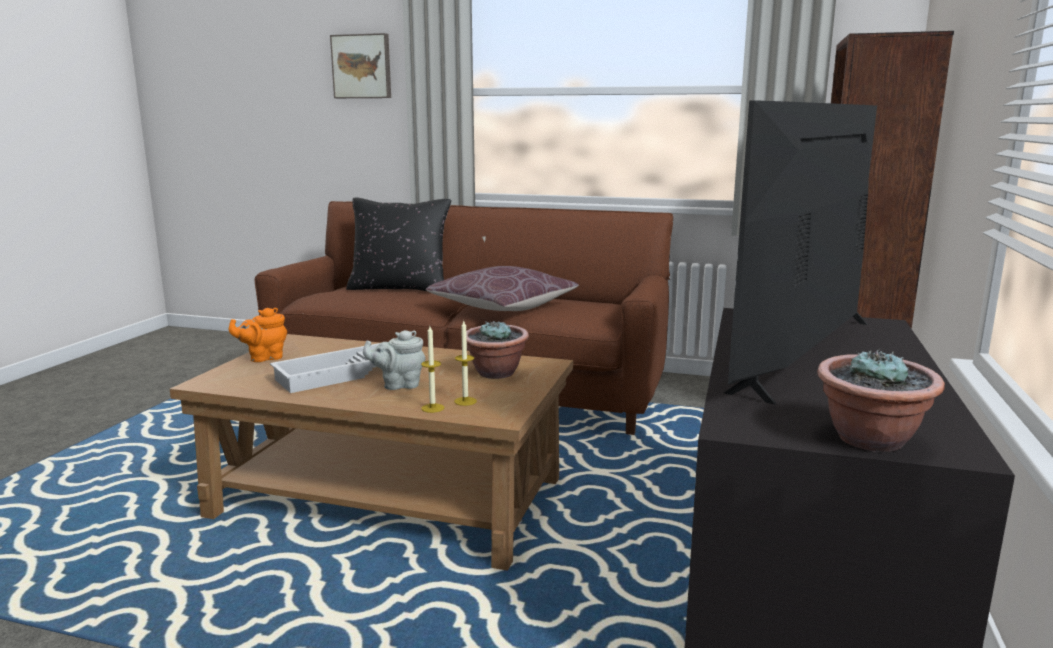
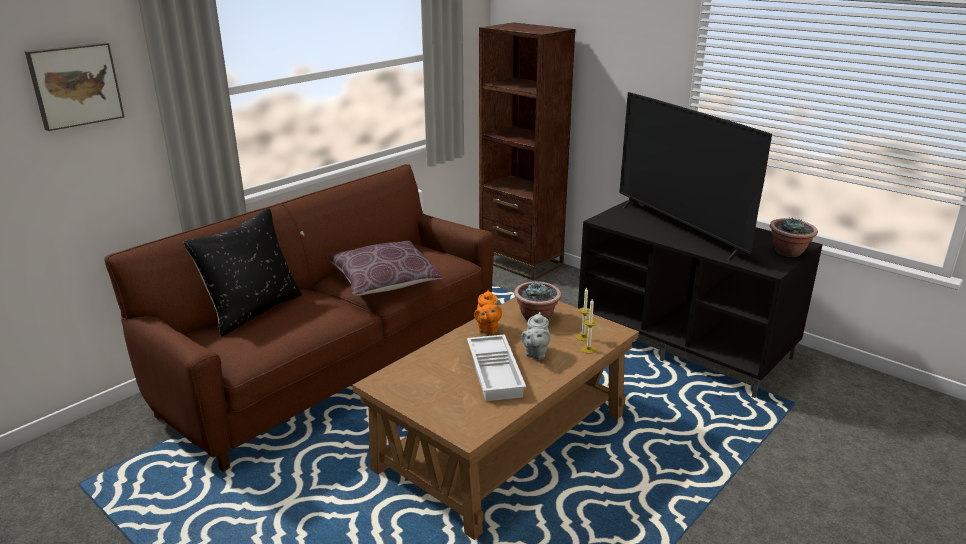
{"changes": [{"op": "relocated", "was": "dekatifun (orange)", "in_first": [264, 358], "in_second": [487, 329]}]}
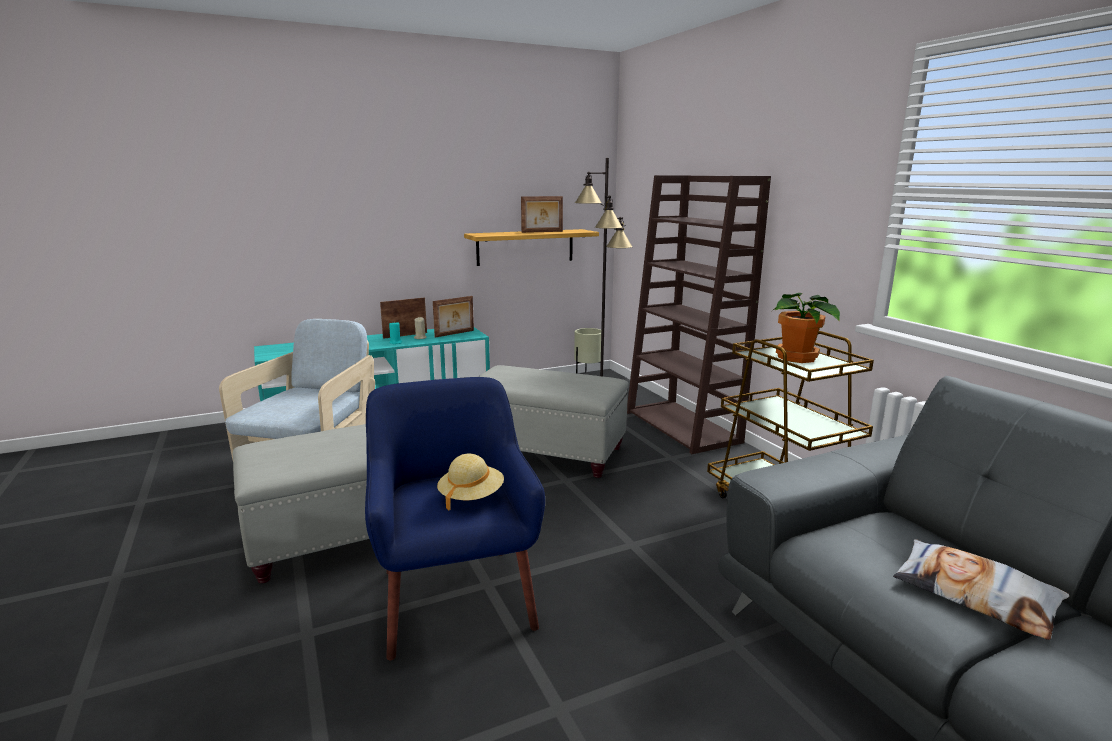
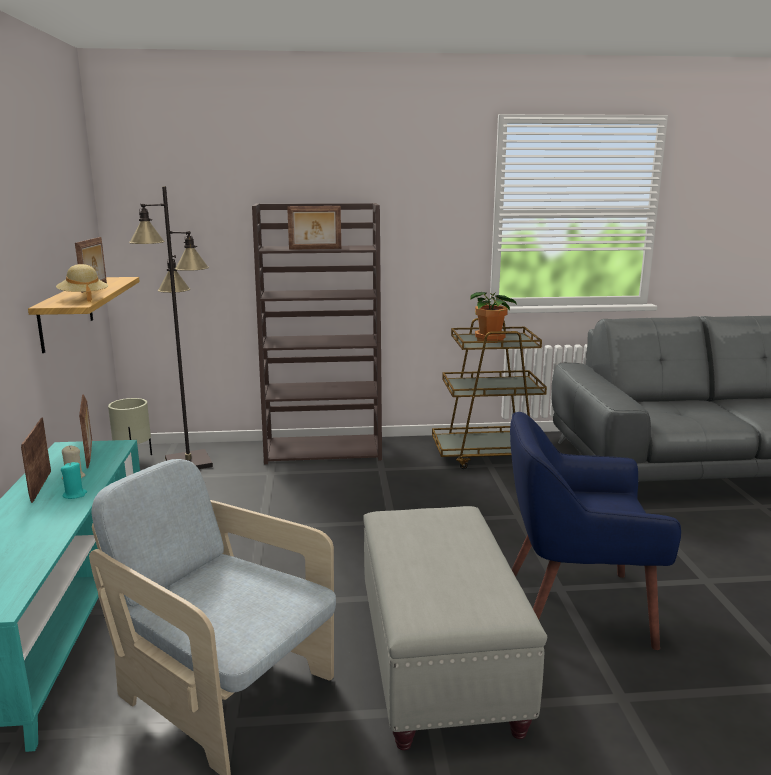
{"changes": [{"op": "relocated", "was": "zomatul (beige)", "in_first": [471, 496], "in_second": [83, 298]}, {"op": "appeared", "now": "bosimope", "in_second": [315, 249]}, {"op": "missing", "was": "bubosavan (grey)", "in_first": [546, 451]}, {"op": "missing", "was": "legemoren", "in_first": [975, 595]}]}
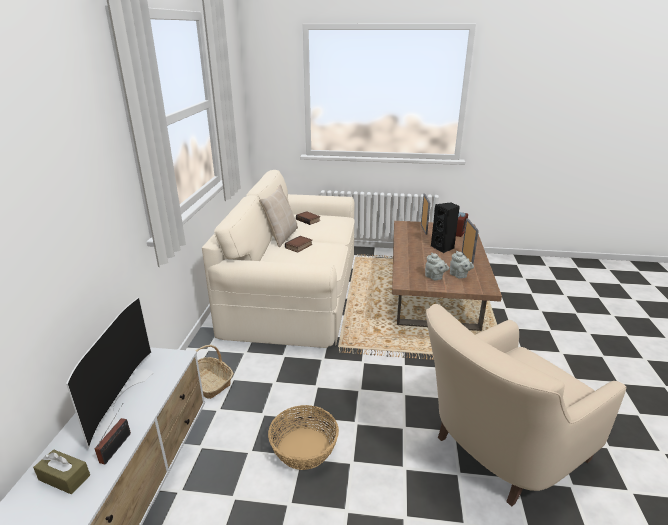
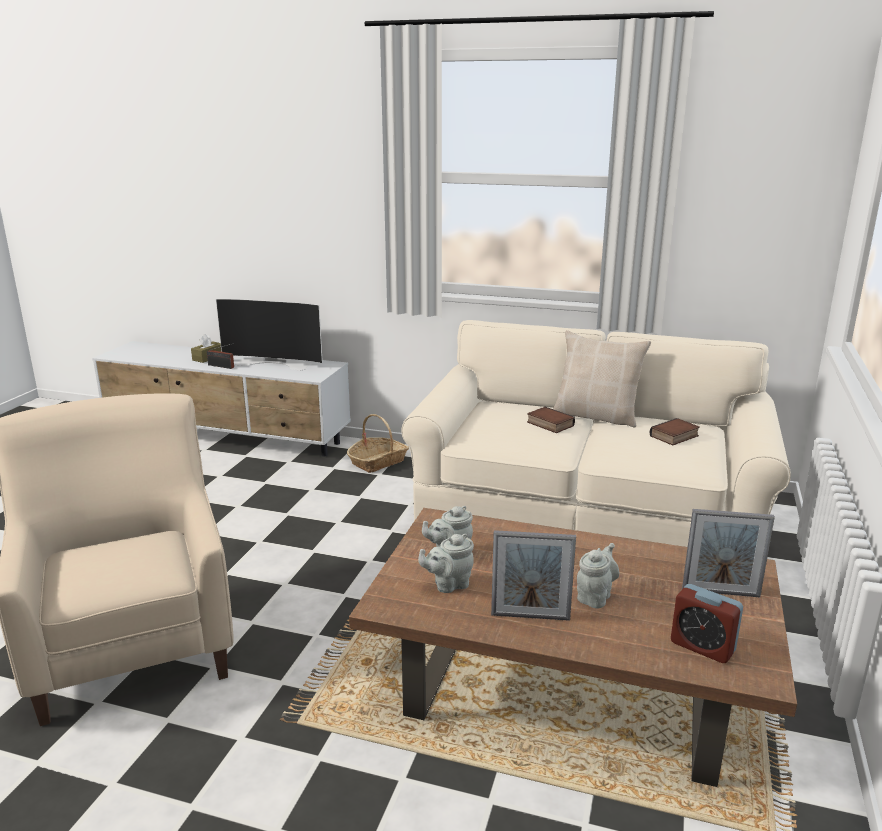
{"changes": [{"op": "exchanged", "was": "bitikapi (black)", "now": "dekatifun (grey)", "in_first": [443, 248], "in_second": [595, 596]}, {"op": "missing", "was": "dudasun", "in_first": [303, 448]}]}
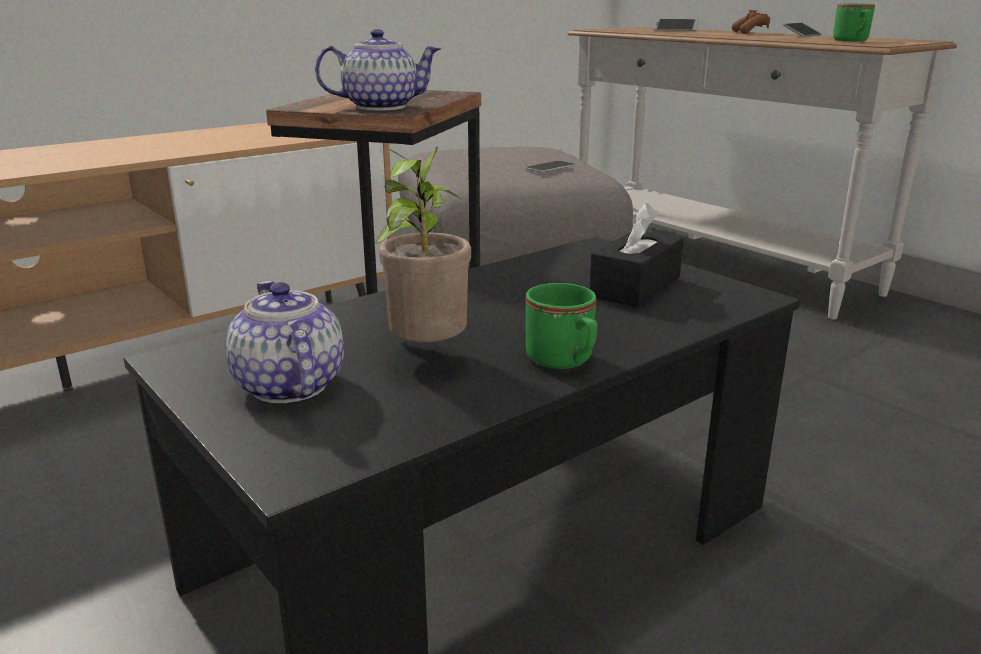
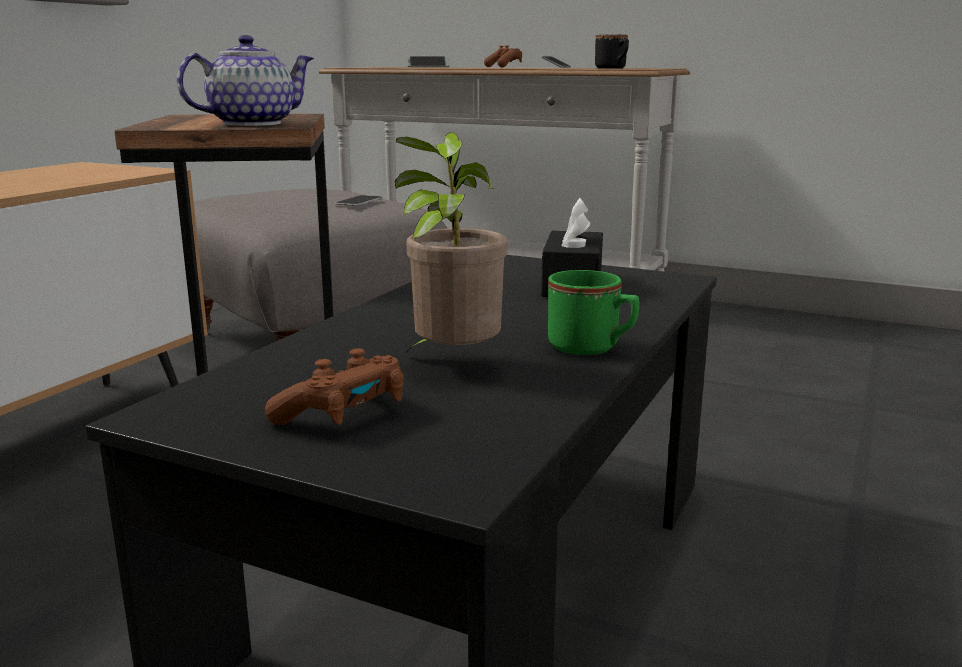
{"changes": [{"op": "exchanged", "was": "dekatifun", "now": "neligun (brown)", "in_first": [288, 387], "in_second": [343, 415]}, {"op": "colour", "was": "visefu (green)", "now": "visefu (black)", "in_first": [852, 41], "in_second": [613, 68]}]}
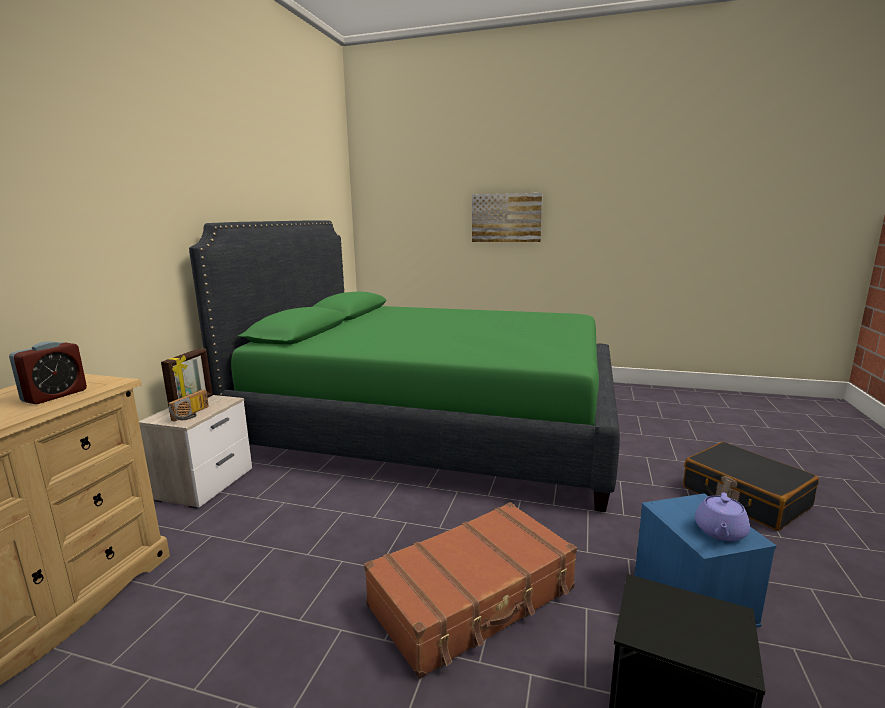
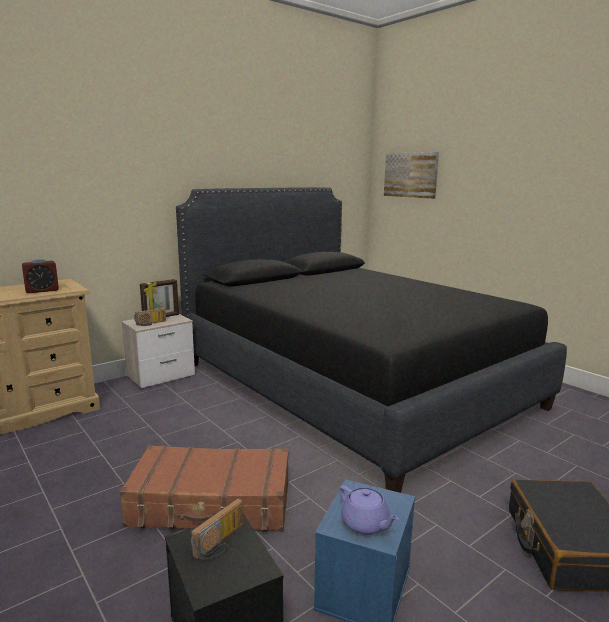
{"changes": [{"op": "colour", "was": "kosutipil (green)", "now": "kosutipil (black)", "in_first": [434, 426], "in_second": [352, 384]}, {"op": "appeared", "now": "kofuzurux", "in_second": [221, 543]}, {"op": "spun", "was": "dekatifun (purple)", "in_first": [720, 532], "in_second": [365, 524], "clockwise": -105}, {"op": "relocated", "was": "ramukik", "in_first": [506, 218], "in_second": [411, 175]}]}
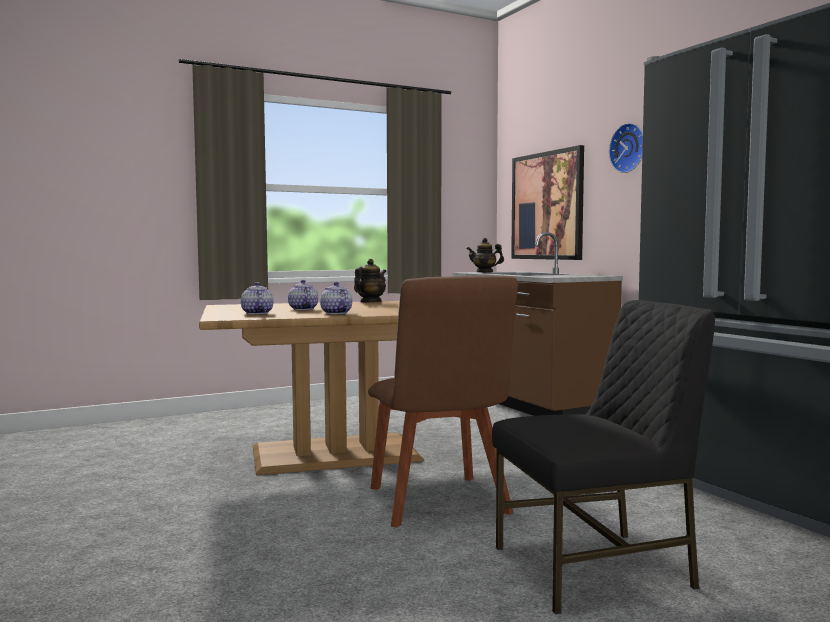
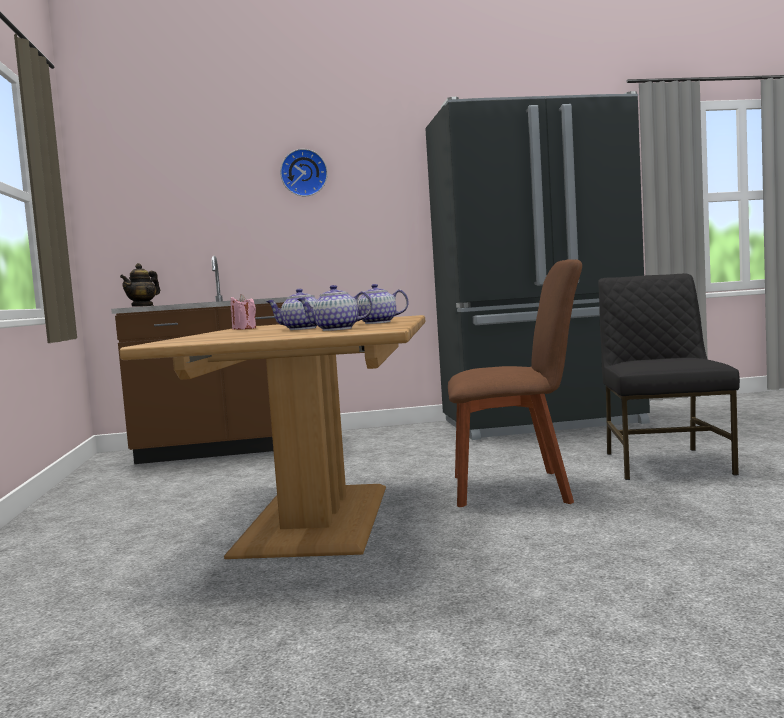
{"changes": [{"op": "exchanged", "was": "dekatifun", "now": "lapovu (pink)", "in_first": [370, 302], "in_second": [244, 329]}, {"op": "missing", "was": "ramukik", "in_first": [547, 206]}]}
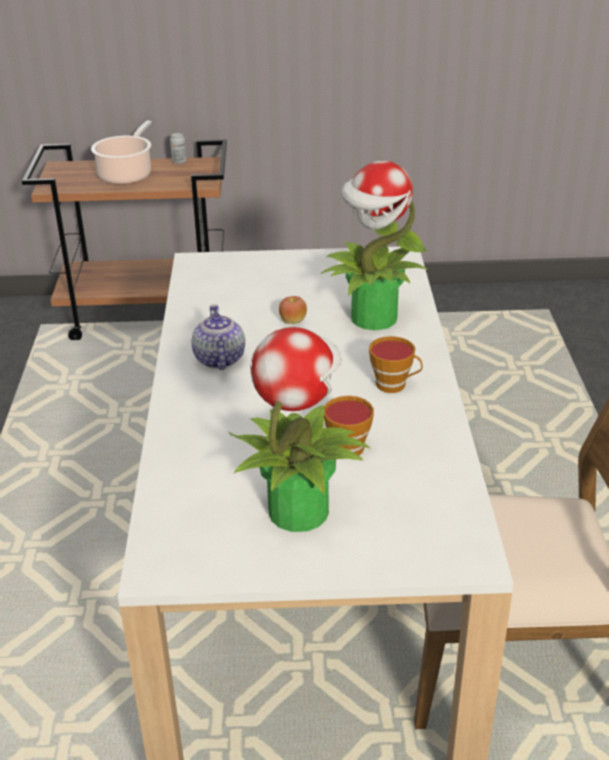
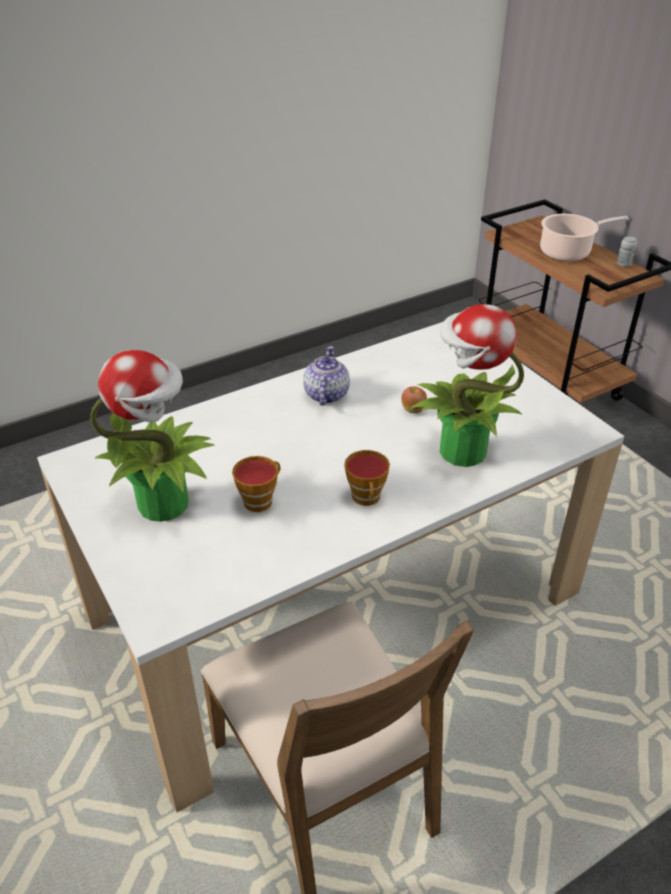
{"changes": [{"op": "spun", "was": "dekatifun", "in_first": [219, 359], "in_second": [325, 395], "clockwise": -45}]}
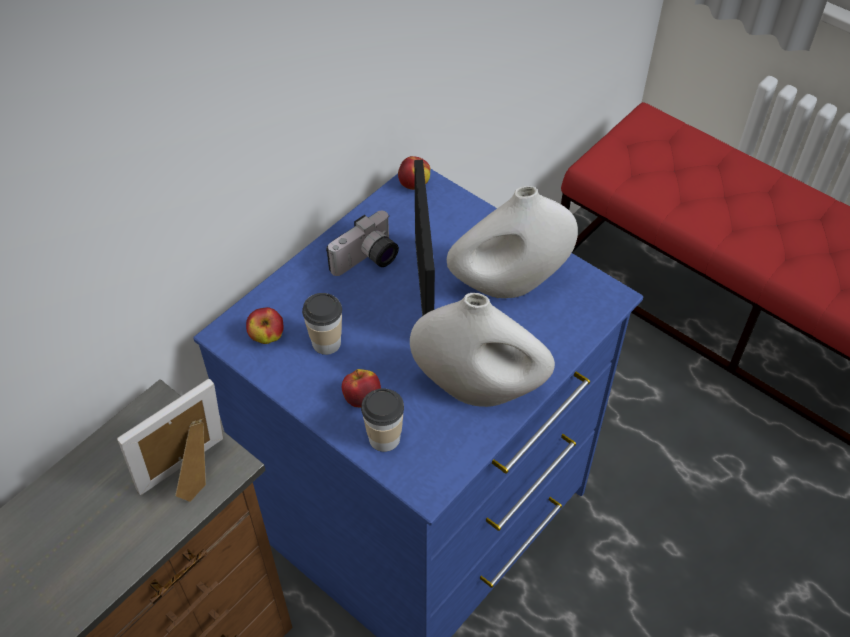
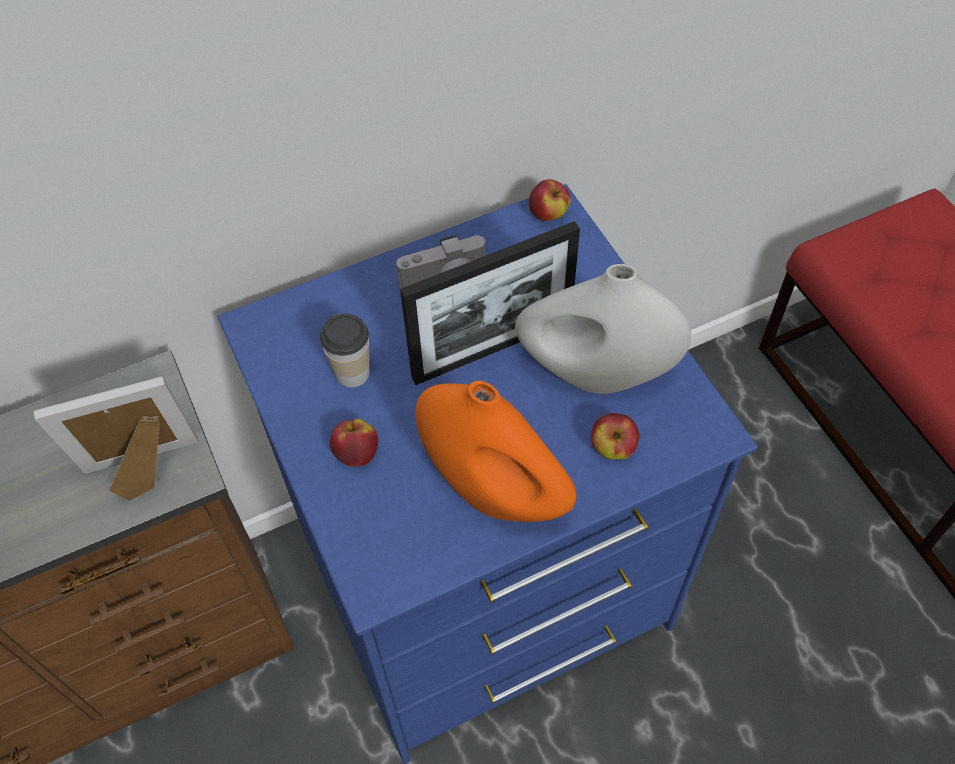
{"changes": [{"op": "spun", "was": "bosimope", "in_first": [424, 291], "in_second": [492, 348], "clockwise": 45}, {"op": "colour", "was": "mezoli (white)", "now": "mezoli (orange)", "in_first": [479, 388], "in_second": [494, 491]}, {"op": "relocated", "was": "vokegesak", "in_first": [267, 337], "in_second": [612, 448]}, {"op": "missing", "was": "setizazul", "in_first": [384, 438]}]}
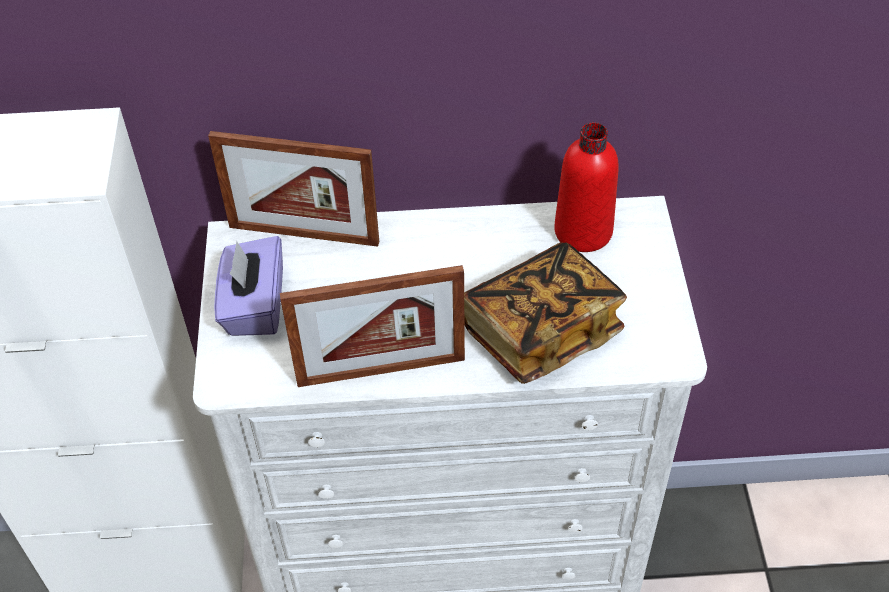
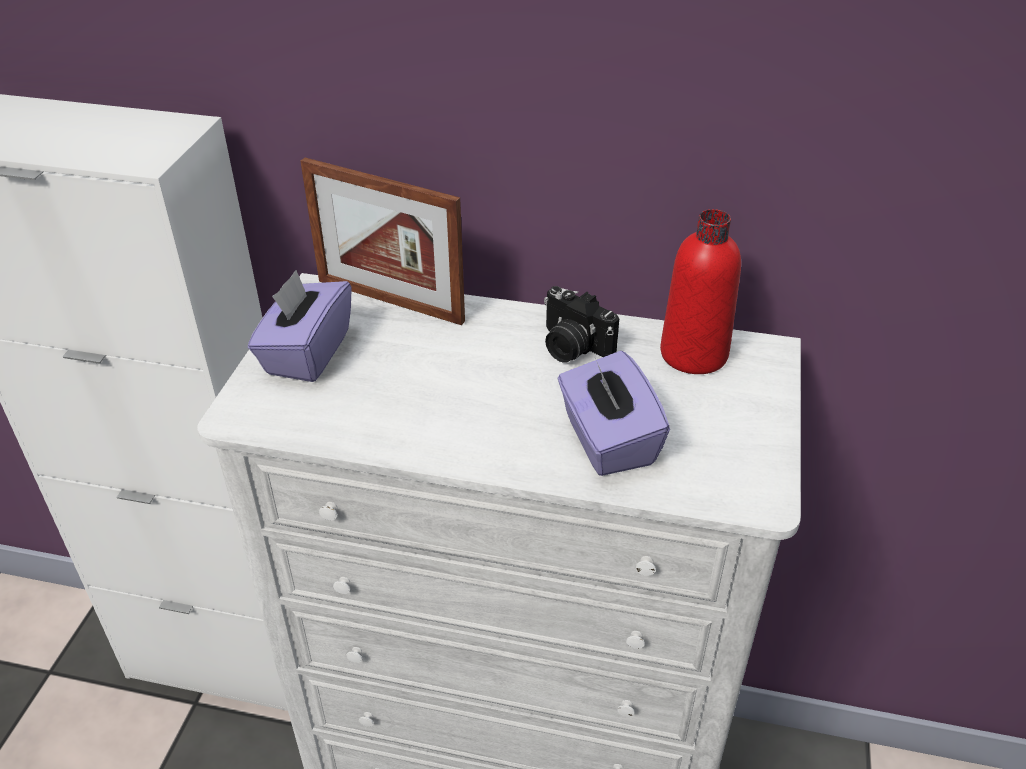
{"changes": [{"op": "appeared", "now": "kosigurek", "in_second": [572, 347]}, {"op": "exchanged", "was": "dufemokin", "now": "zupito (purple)", "in_first": [540, 331], "in_second": [607, 440]}, {"op": "missing", "was": "bosimope", "in_first": [381, 370]}]}
